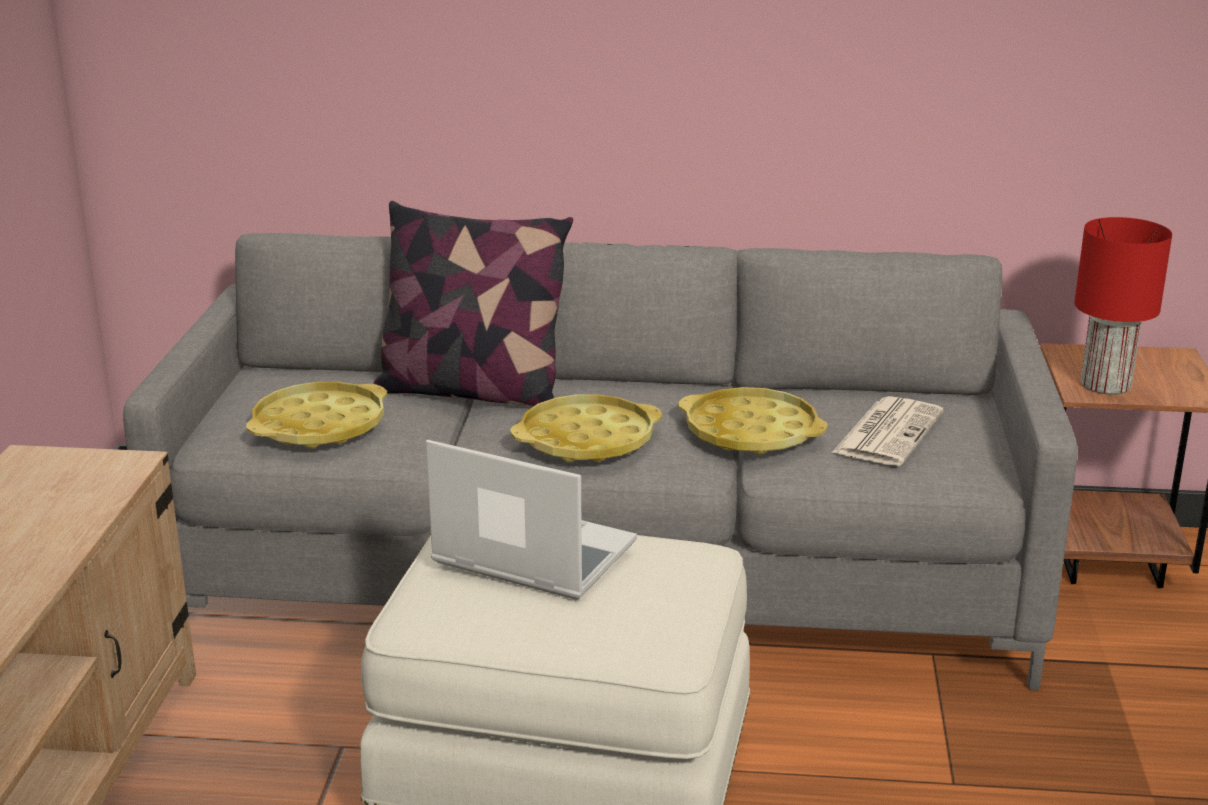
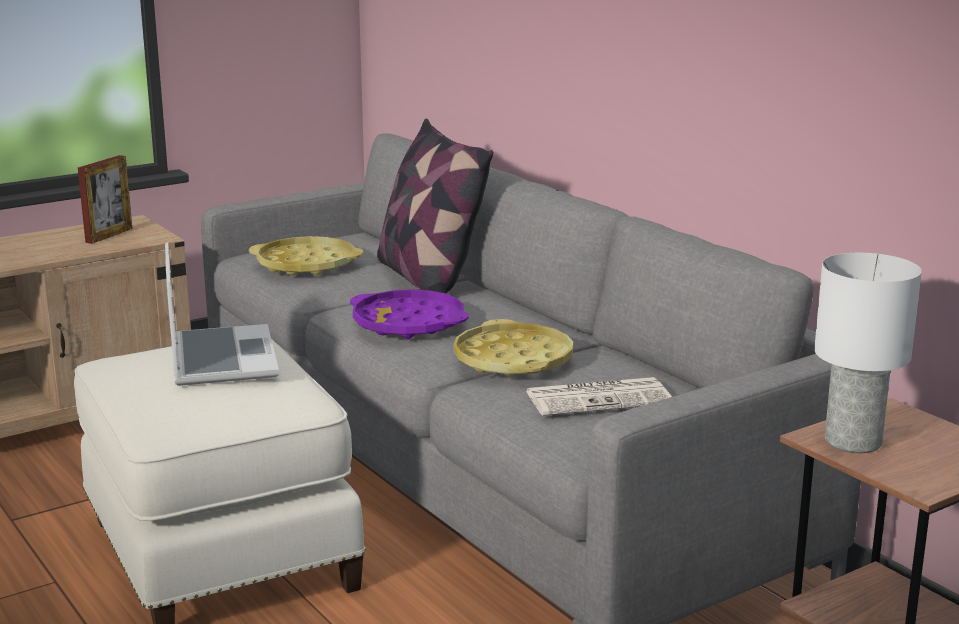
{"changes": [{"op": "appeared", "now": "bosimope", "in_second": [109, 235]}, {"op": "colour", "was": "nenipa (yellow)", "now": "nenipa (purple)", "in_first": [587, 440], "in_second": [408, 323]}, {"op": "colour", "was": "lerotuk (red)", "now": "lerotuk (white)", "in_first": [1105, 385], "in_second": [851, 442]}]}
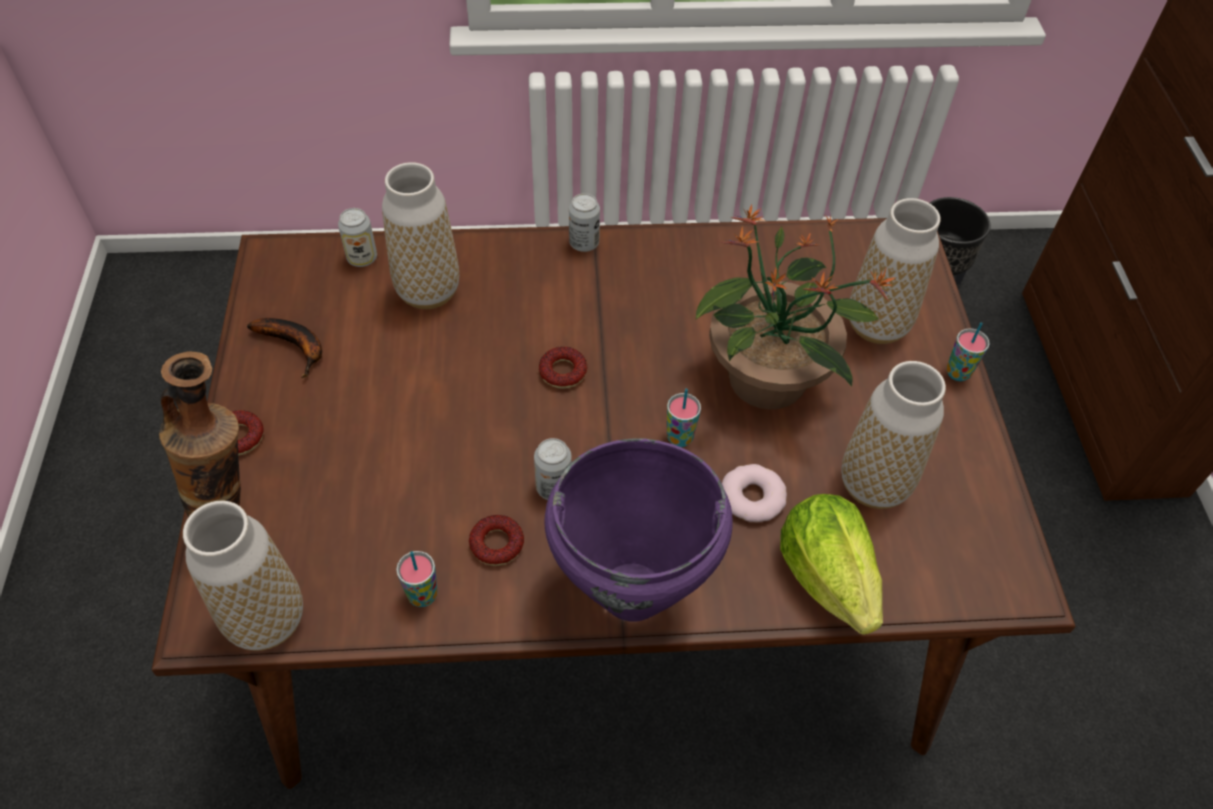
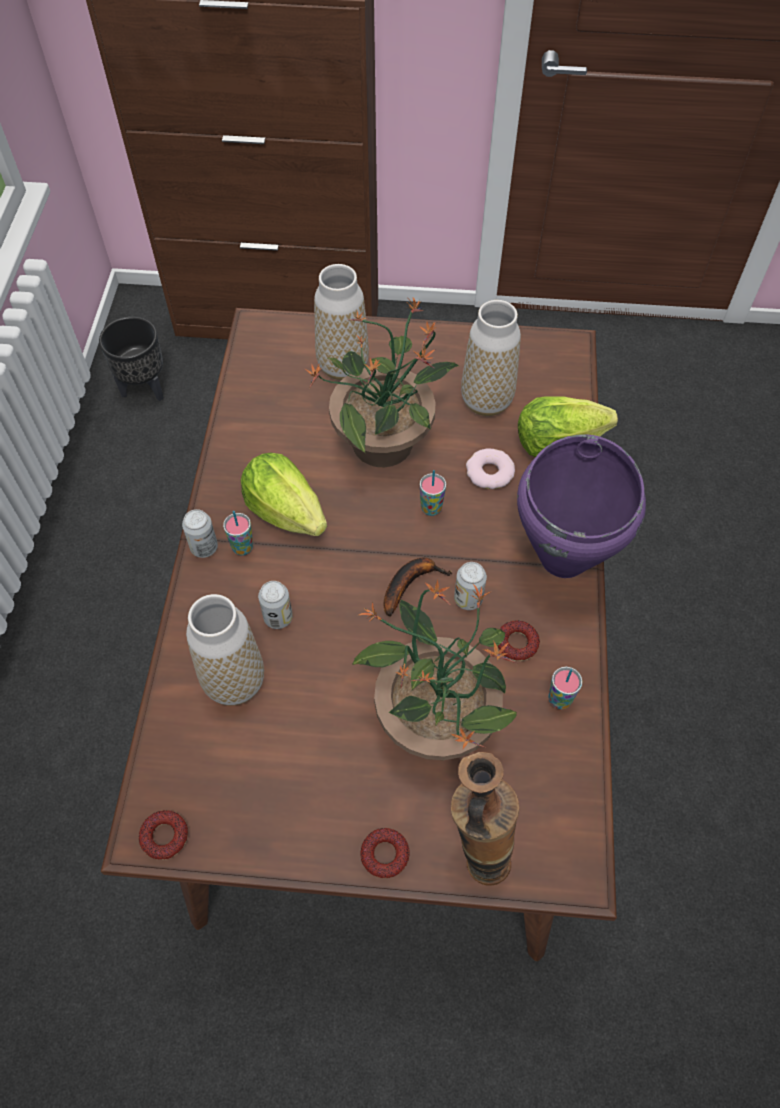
{"changes": [{"op": "relocated", "was": "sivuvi", "in_first": [563, 372], "in_second": [165, 837]}, {"op": "relocated", "was": "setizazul", "in_first": [958, 373], "in_second": [242, 547]}, {"op": "appeared", "now": "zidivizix", "in_second": [285, 511]}, {"op": "relocated", "was": "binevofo", "in_first": [362, 258], "in_second": [278, 617]}, {"op": "appeared", "now": "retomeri", "in_second": [434, 719]}, {"op": "relocated", "was": "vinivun", "in_first": [296, 346], "in_second": [410, 583]}, {"op": "missing", "was": "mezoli", "in_first": [266, 620]}]}
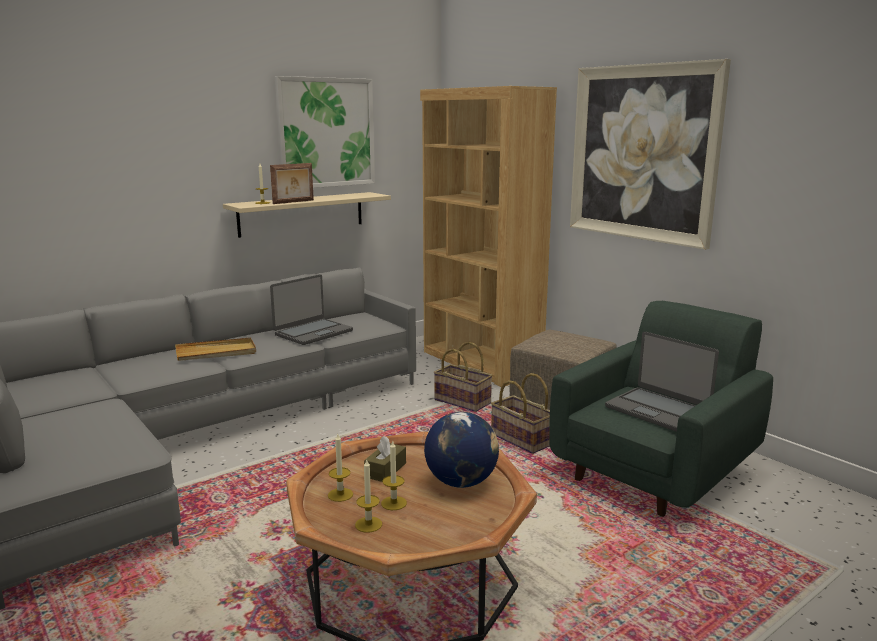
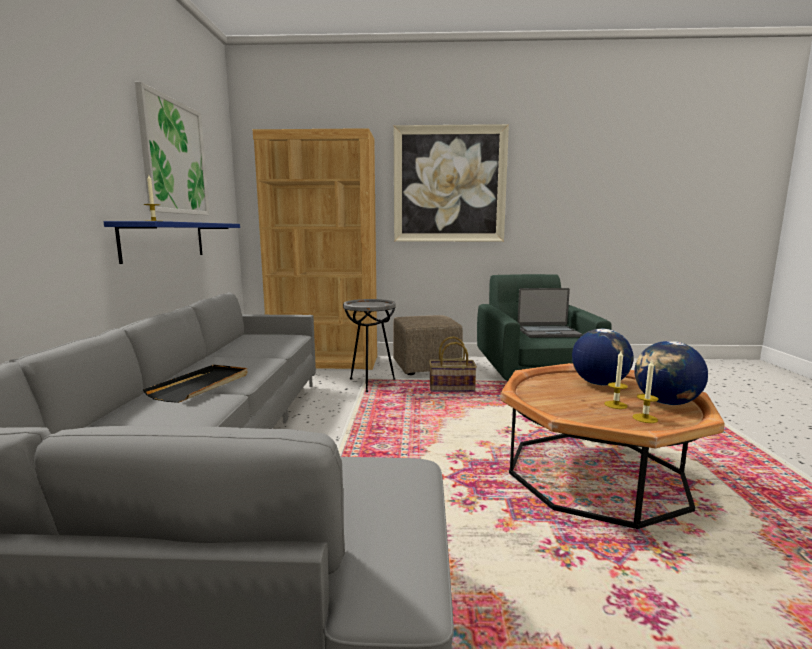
{"changes": [{"op": "colour", "was": "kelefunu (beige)", "now": "kelefunu (blue)", "in_first": [302, 214], "in_second": [164, 240]}, {"op": "colour", "was": "nenipa (beige)", "now": "nenipa (black)", "in_first": [216, 352], "in_second": [201, 385]}, {"op": "exchanged", "was": "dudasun", "now": "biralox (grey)", "in_first": [463, 401], "in_second": [370, 383]}, {"op": "appeared", "now": "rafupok", "in_second": [666, 403]}, {"op": "missing", "was": "bosimope", "in_first": [294, 202]}, {"op": "missing", "was": "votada", "in_first": [313, 333]}, {"op": "missing", "was": "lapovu", "in_first": [340, 494]}, {"op": "missing", "was": "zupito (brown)", "in_first": [385, 470]}]}
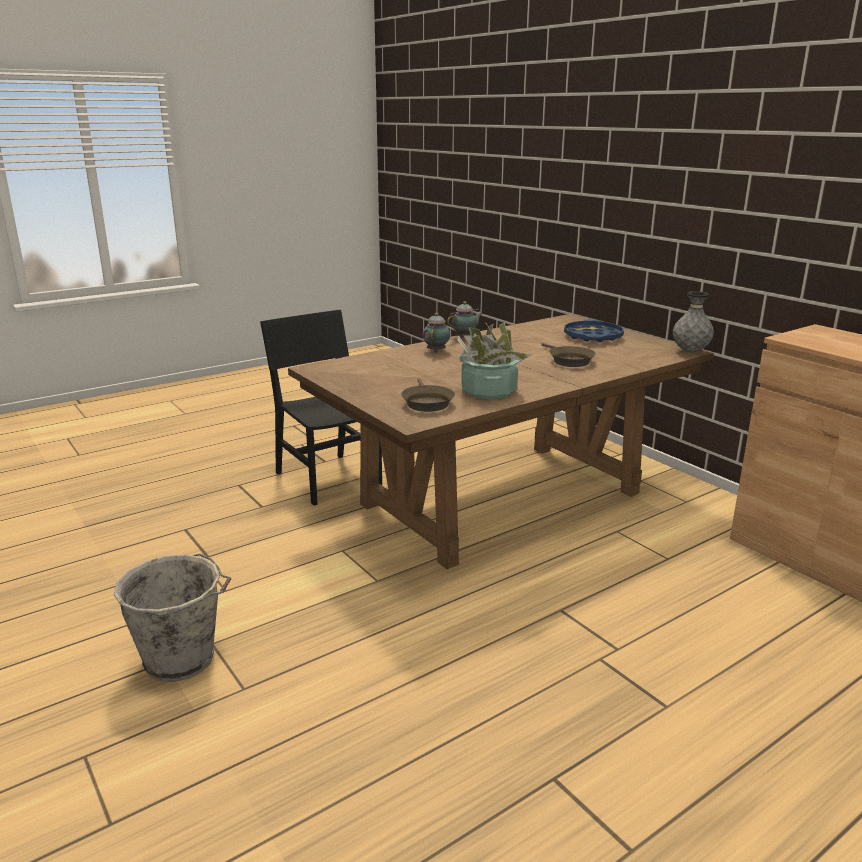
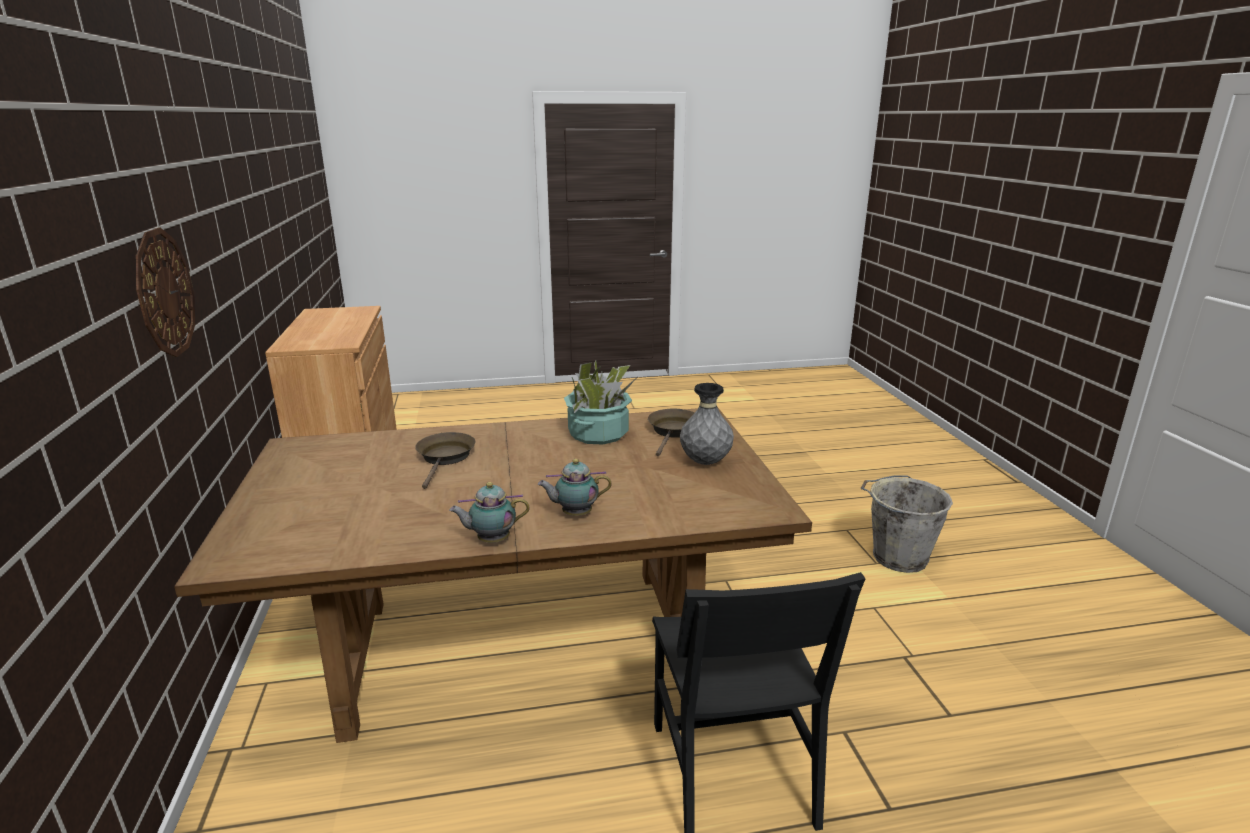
{"changes": [{"op": "appeared", "now": "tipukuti", "in_second": [164, 293]}, {"op": "spun", "was": "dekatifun", "in_first": [436, 351], "in_second": [574, 514], "clockwise": 45}, {"op": "relocated", "was": "mezoli (grey)", "in_first": [690, 351], "in_second": [705, 462]}, {"op": "missing", "was": "nenipa (blue)", "in_first": [592, 336]}]}
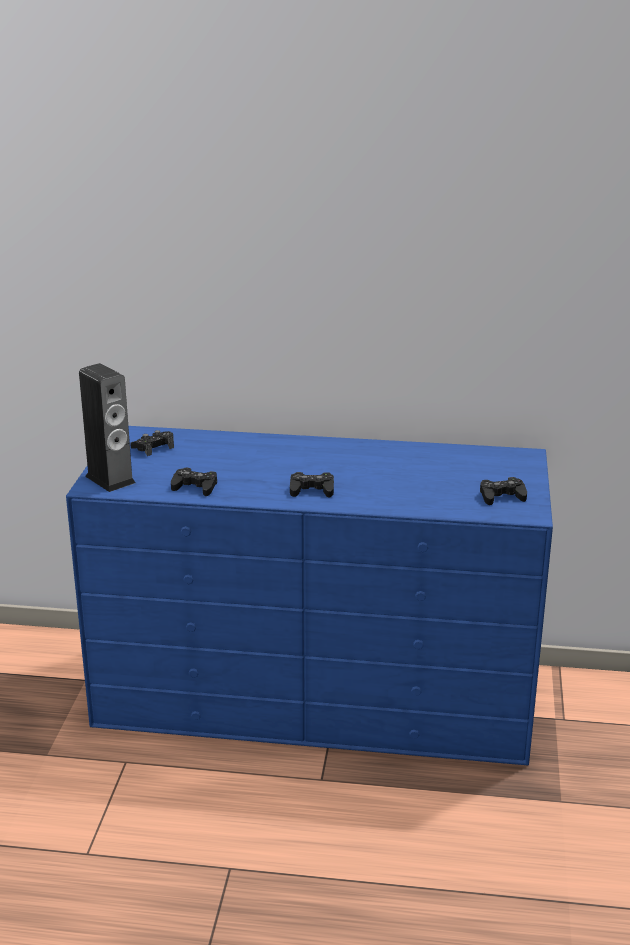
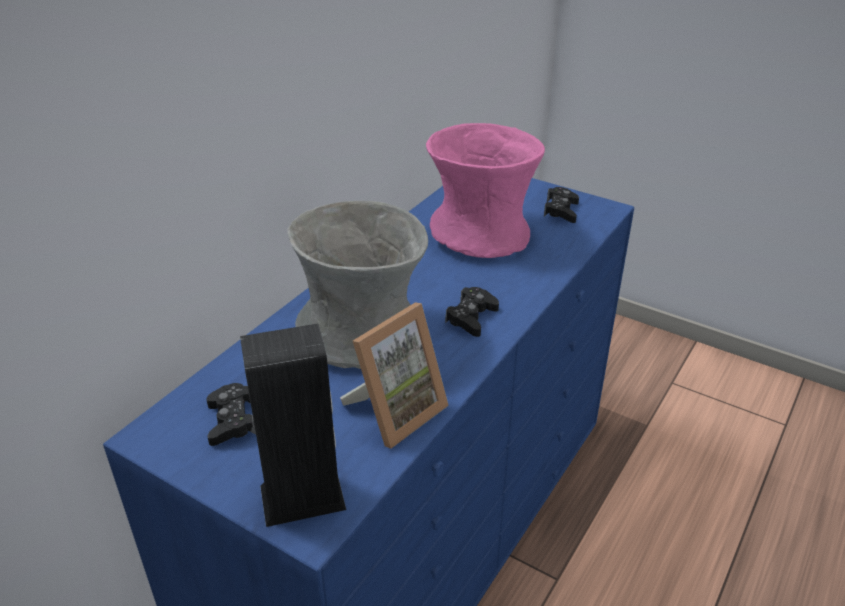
{"changes": [{"op": "appeared", "now": "mezoli (grey)", "in_second": [362, 331]}, {"op": "exchanged", "was": "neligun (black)", "now": "bosimope", "in_first": [195, 487], "in_second": [395, 411]}, {"op": "appeared", "now": "mezoli (pink)", "in_second": [480, 233]}]}
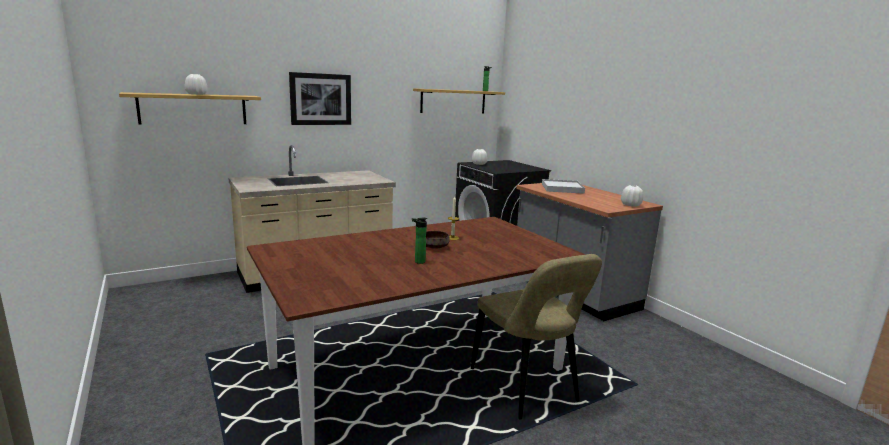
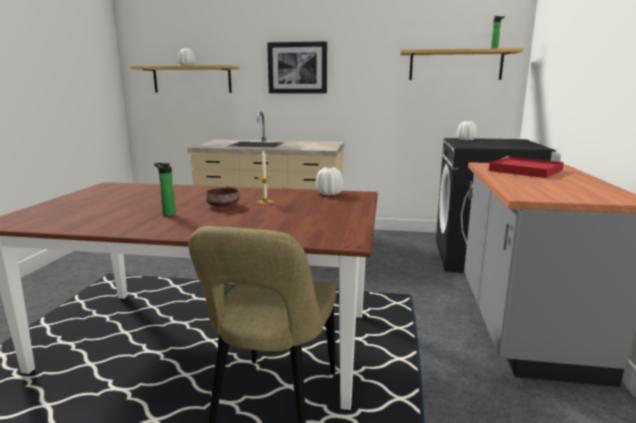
{"changes": [{"op": "relocated", "was": "mezoli (white)", "in_first": [631, 205], "in_second": [329, 194]}, {"op": "colour", "was": "nenipa (white)", "now": "nenipa (red)", "in_first": [562, 188], "in_second": [525, 170]}]}
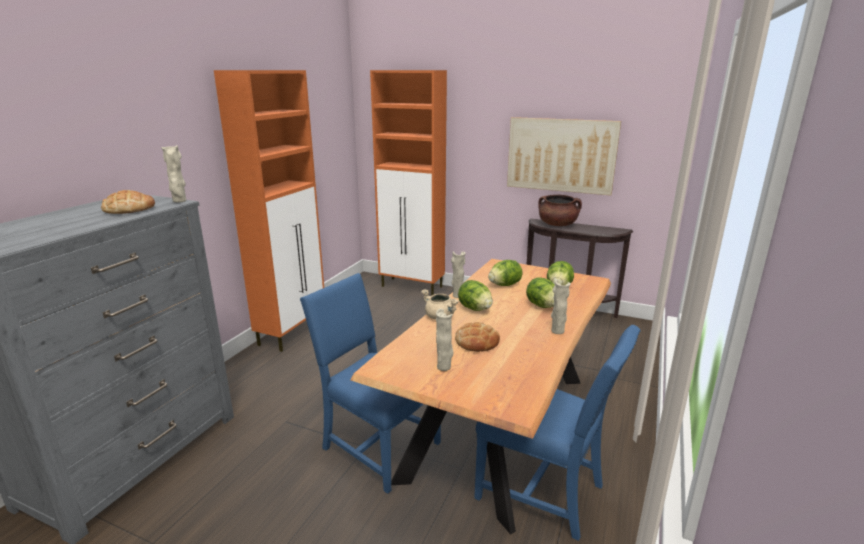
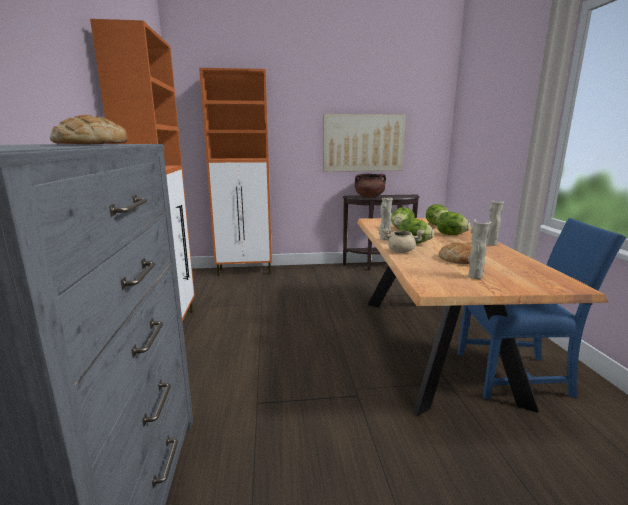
{"changes": [{"op": "missing", "was": "mezoli (beige)", "in_first": [179, 201]}, {"op": "missing", "was": "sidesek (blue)", "in_first": [377, 445]}]}
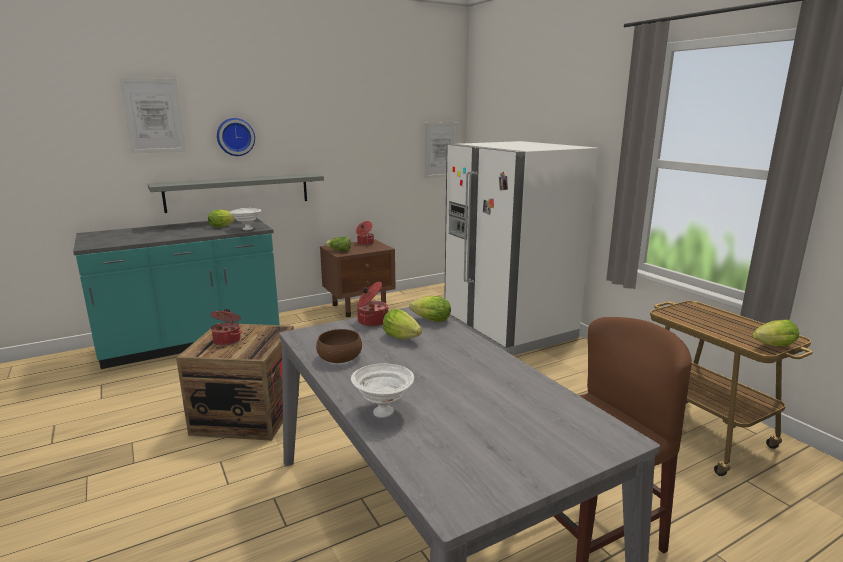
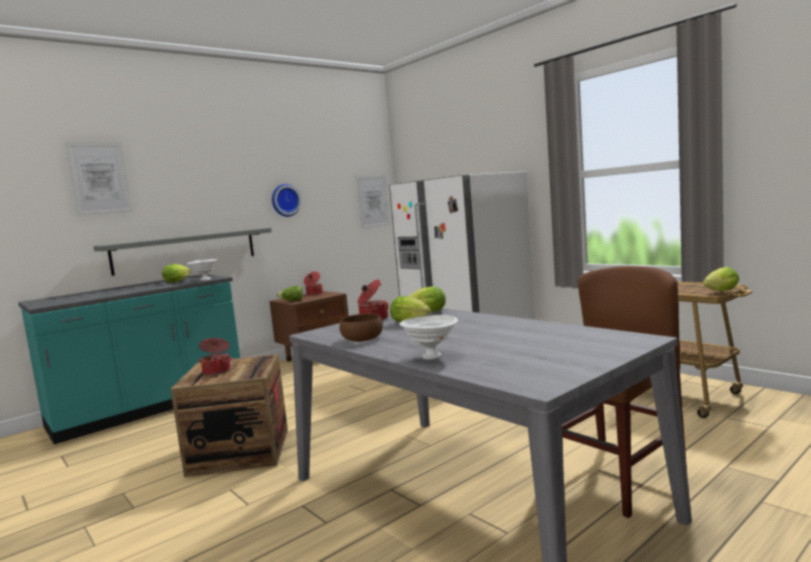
{"changes": [{"op": "relocated", "was": "tipukuti", "in_first": [235, 137], "in_second": [285, 200]}]}
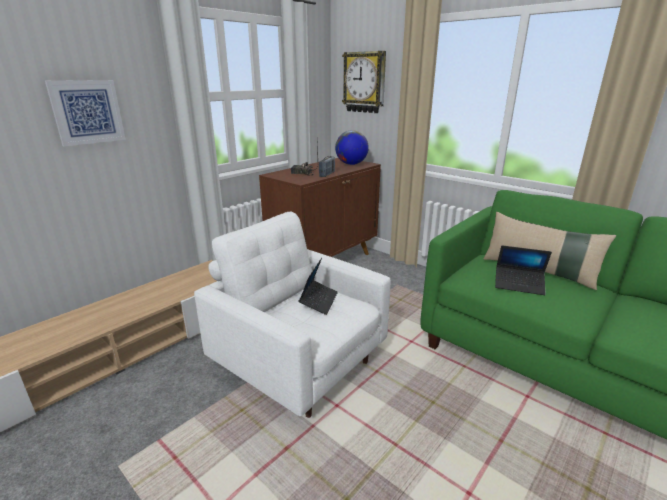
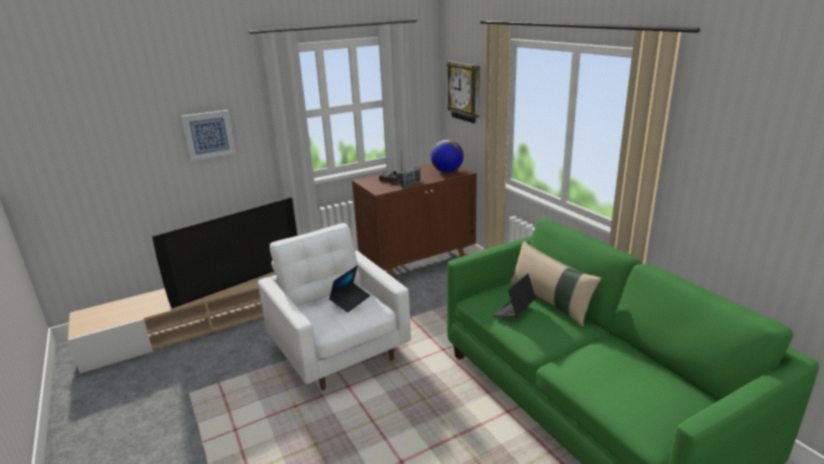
{"changes": [{"op": "appeared", "now": "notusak", "in_second": [238, 280]}, {"op": "spun", "was": "votada", "in_first": [519, 285], "in_second": [514, 311], "clockwise": 90}]}
